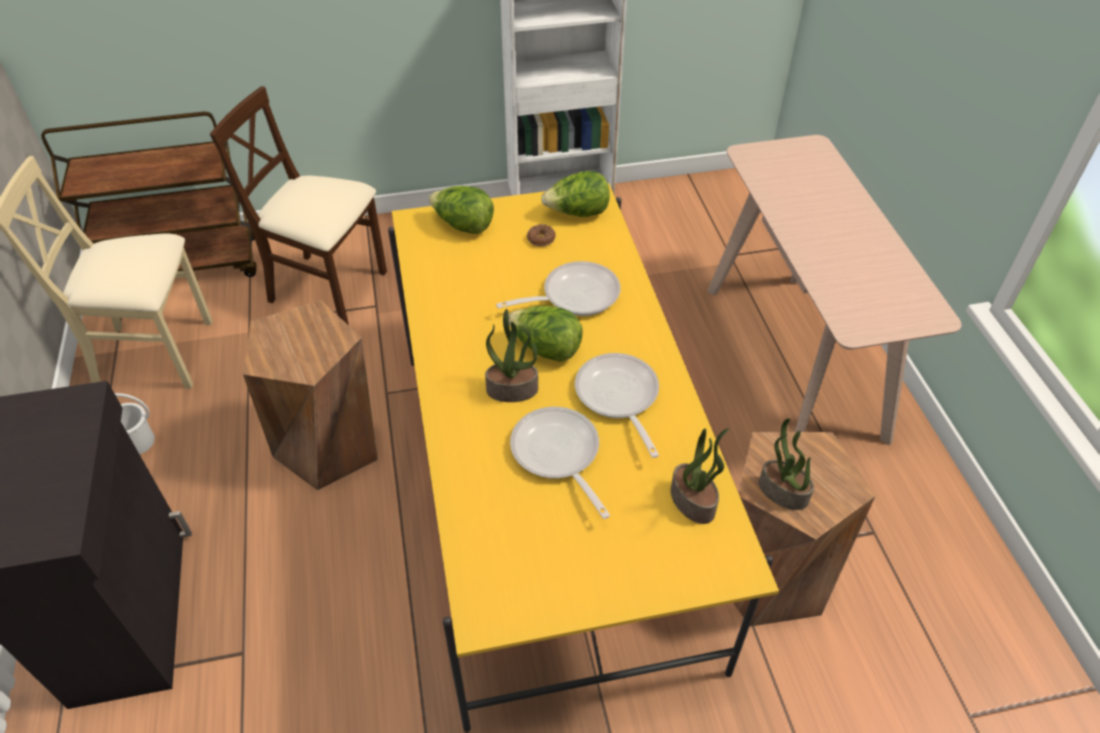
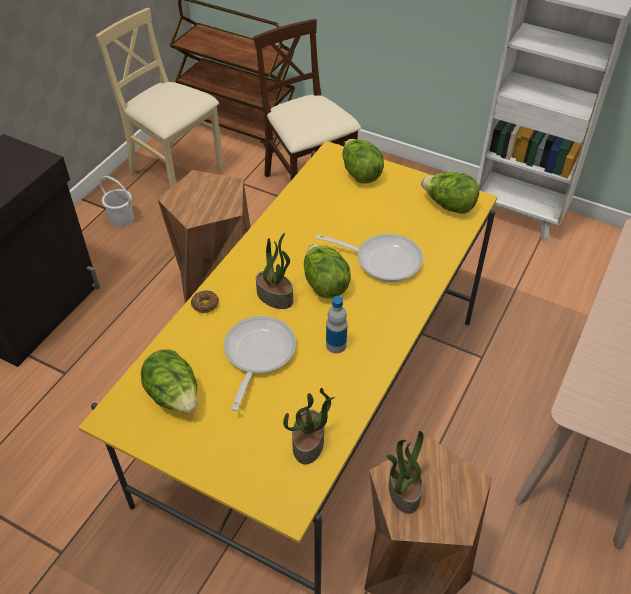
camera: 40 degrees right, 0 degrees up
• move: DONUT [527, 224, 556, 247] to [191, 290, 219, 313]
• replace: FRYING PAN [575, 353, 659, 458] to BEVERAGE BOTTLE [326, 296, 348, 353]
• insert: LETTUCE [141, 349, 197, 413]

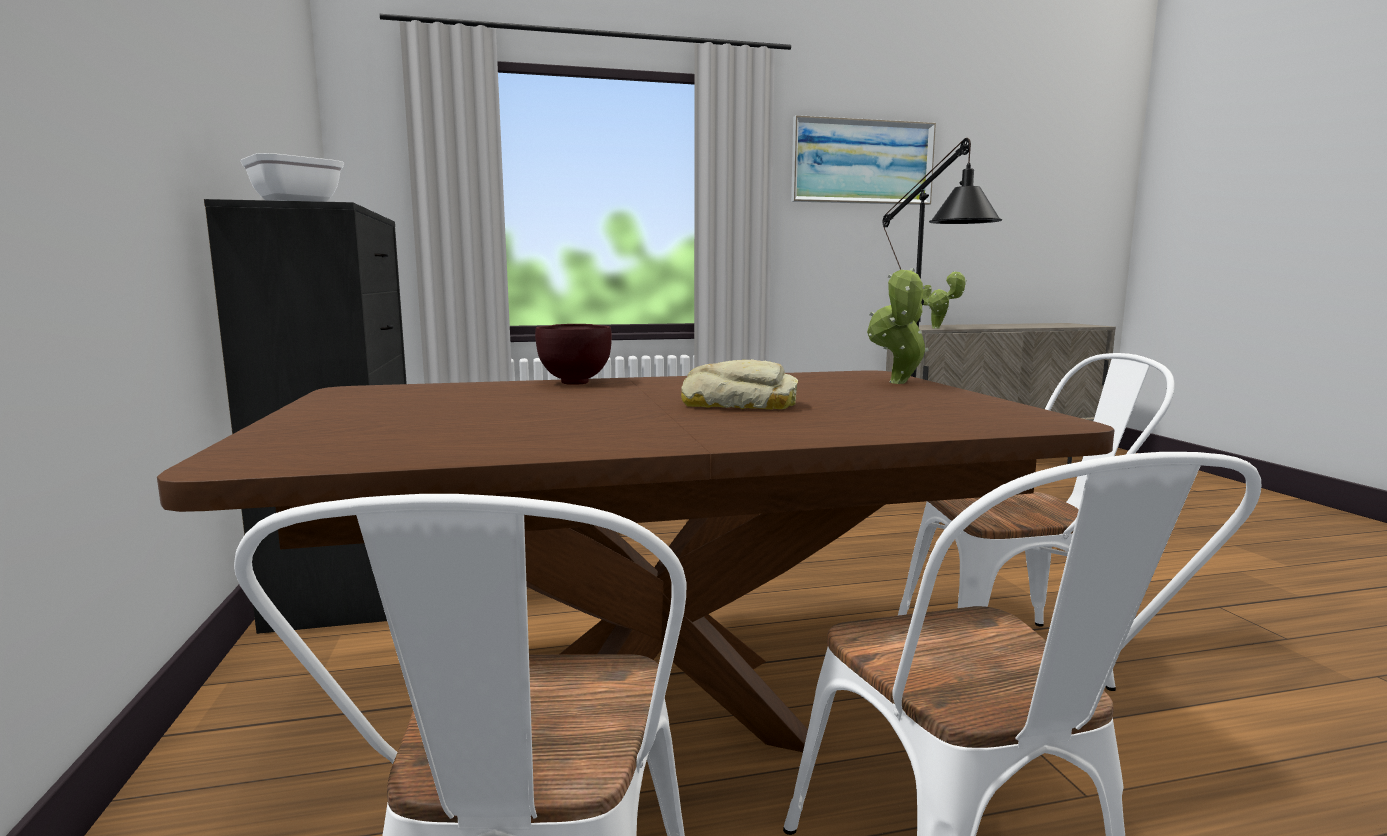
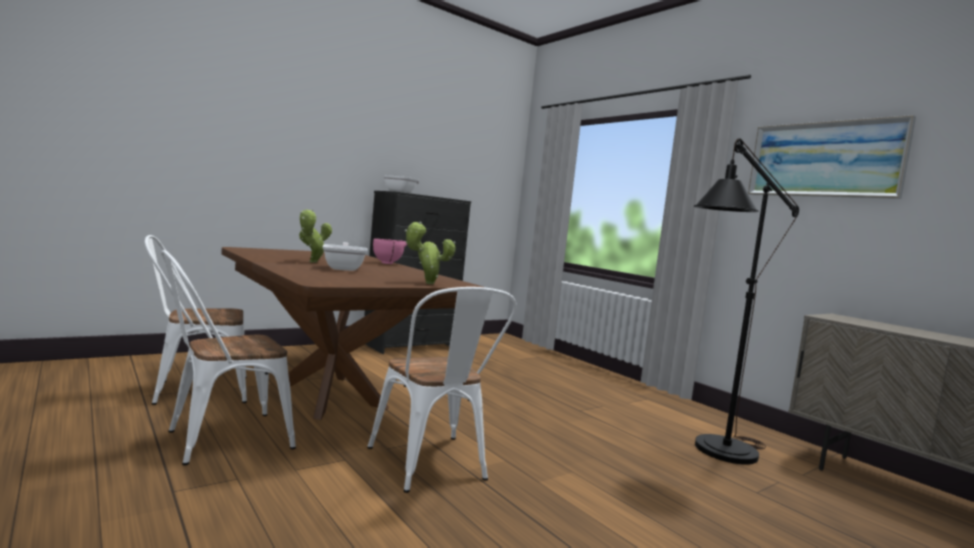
camera: 65 degrees right, 5 degrees down
• recolor: BROWNISH DEEP DISH [535, 324, 612, 385] to PINK-COLOURED DEEP DISH [373, 239, 407, 264]
• replace: BAKERY BREAD [681, 359, 798, 410] to FRYING PAN [322, 242, 368, 271]
• move: HOUSEPLANT [923, 271, 967, 329] to [299, 209, 332, 263]

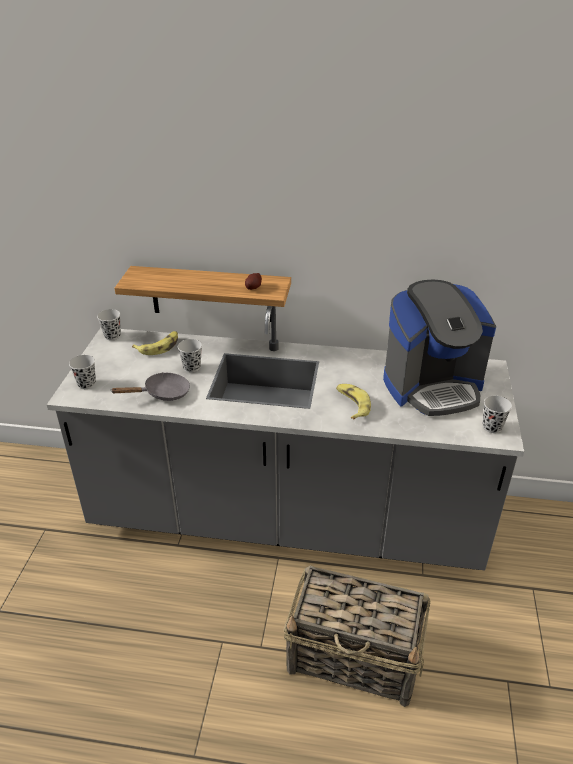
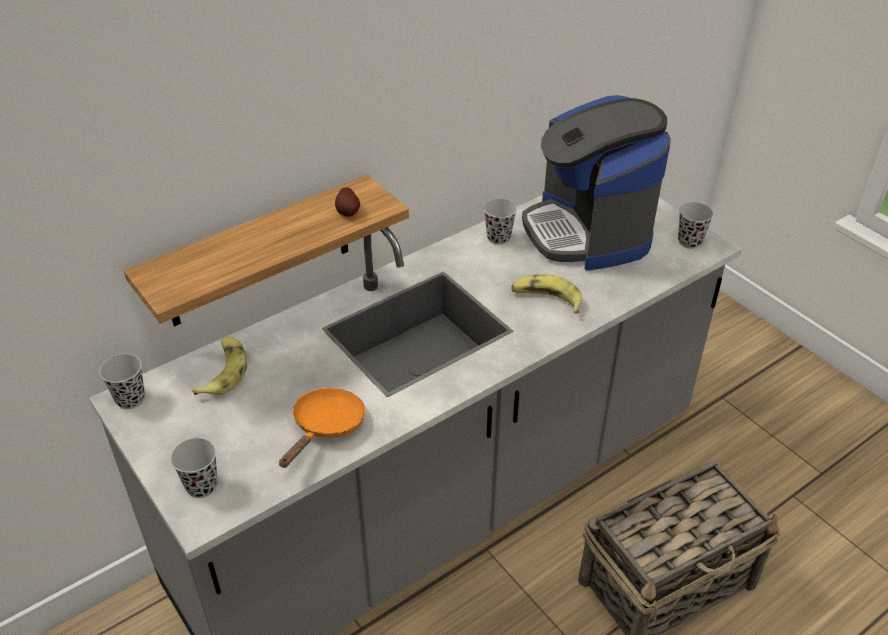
camera: 45 degrees left, 5 degrees up
• recolor: GREYISH FRYING PAN [110, 372, 190, 401] to ORANGE FRYING PAN [279, 388, 365, 468]
• move: BLACKISH DRINKING CUP [178, 339, 202, 373] to [484, 198, 517, 245]
• rotate: COFFEE BREWER [383, 279, 496, 416] = [522, 95, 671, 271] 135 degrees clockwise

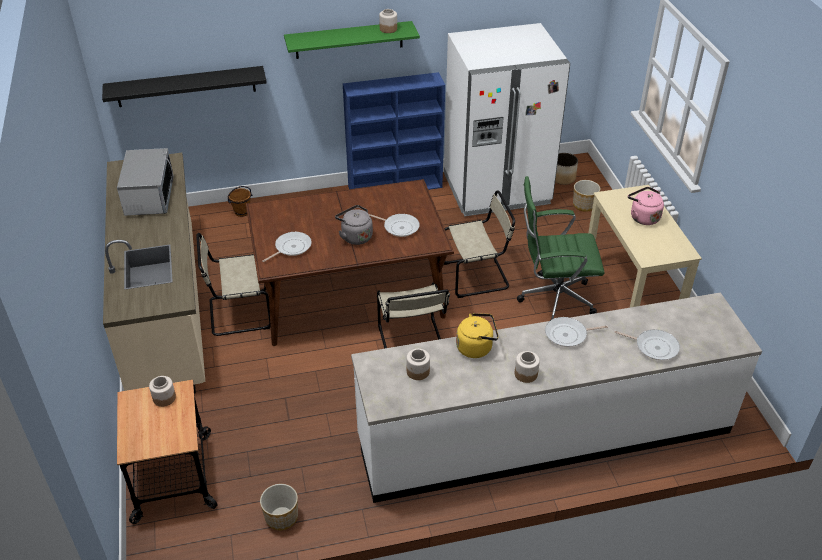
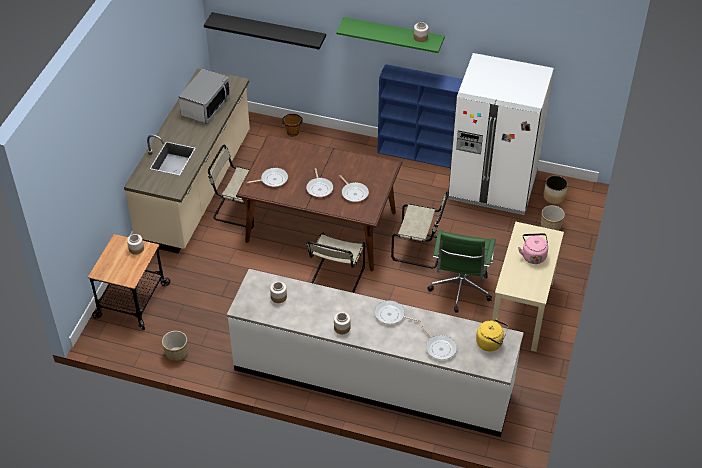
camera: 30 degrees right, 5 degrees up
• replace: GREYISH TEA KETTLE [335, 205, 373, 245] to FRYING PAN [306, 168, 333, 197]
• move: YELLOW-COLOURED TEA KETTLE [456, 313, 499, 358] to [476, 319, 509, 351]
• rotate: GREENISH DESK CHAIR [517, 176, 604, 320] = [427, 230, 496, 313] 105 degrees counterclockwise

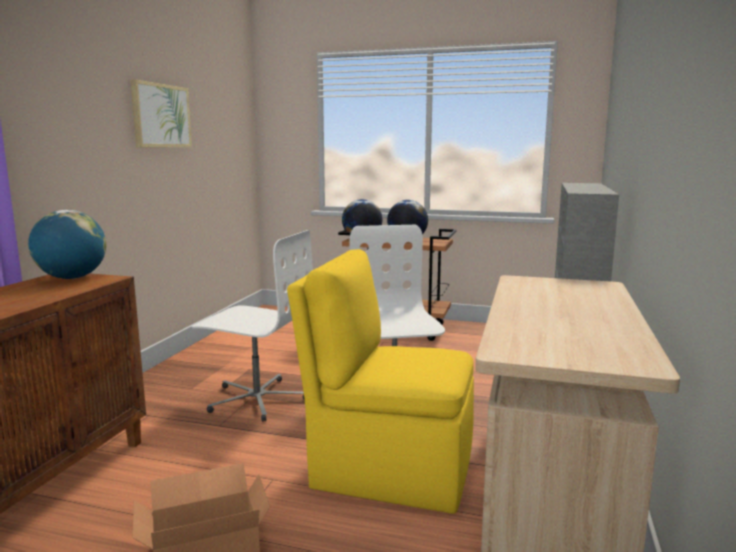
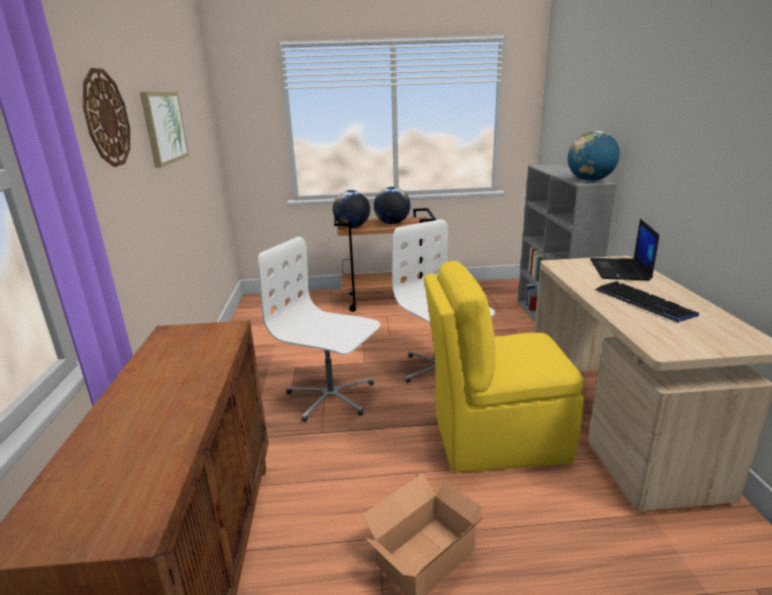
camera: 20 degrees left, 10 degrees up
• move: GLOBE [28, 210, 106, 279] to [568, 131, 620, 181]
• rotate: WHITISH DESK CHAIR [192, 230, 313, 422] = [258, 236, 380, 422] 150 degrees counterclockwise
• insert: WALL CLOCK [83, 68, 130, 167]
• insert: NOTEBOOK COMPUTER [590, 219, 659, 280]
• insert: COMPUTER KEYBOARD [595, 281, 699, 322]

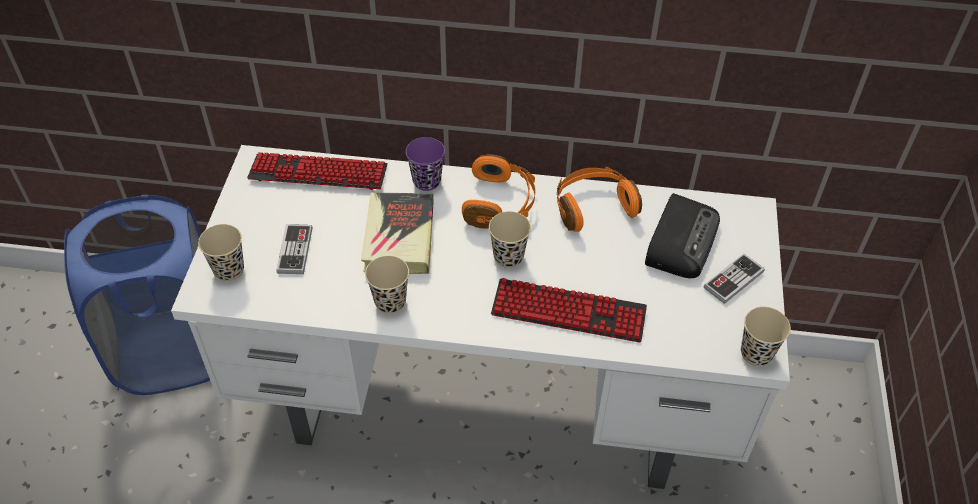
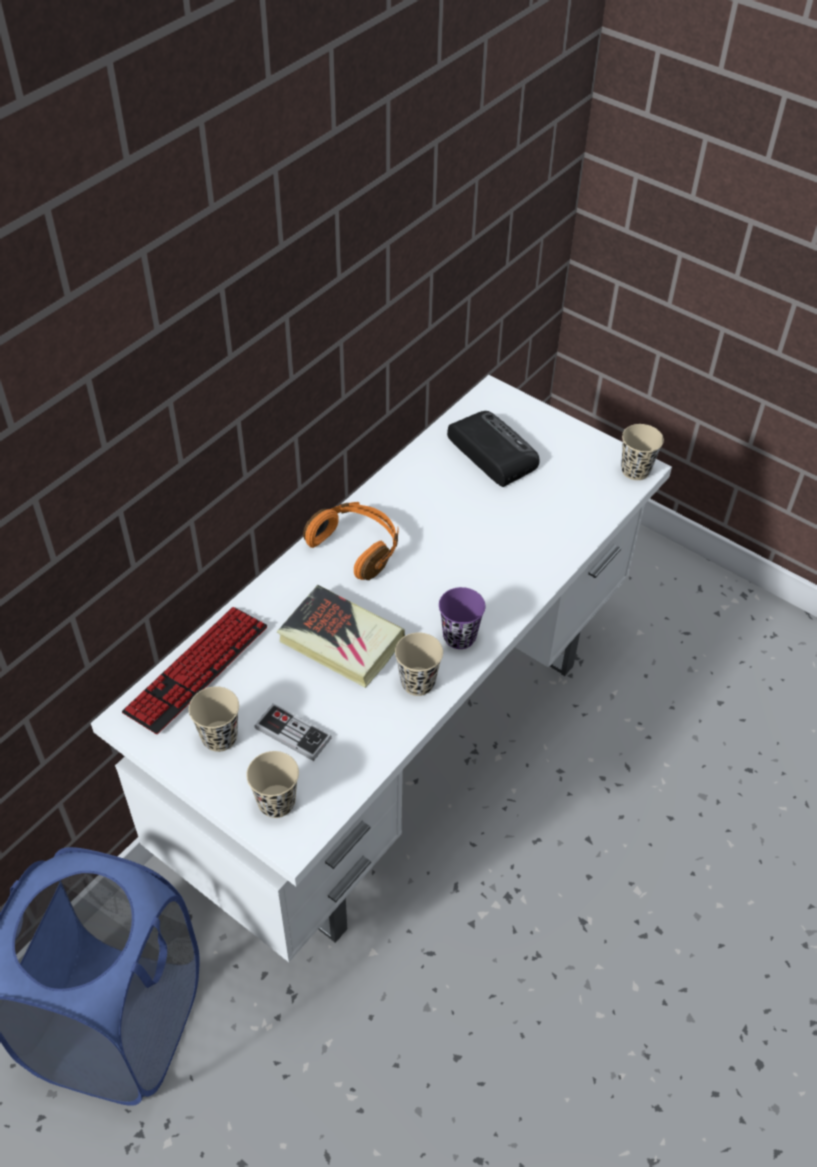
camera: 60 degrees left, 0 degrees up
• move: PURPLE-COLOURED DRINKING CUP [406, 137, 445, 191] to [439, 587, 485, 649]
• move: BEIGE-COLOURED DRINKING CUP [489, 211, 531, 268] to [189, 686, 239, 752]
• delete: COMPUTER KEYBOARD [491, 278, 647, 343]
• delete: ORANGE PAIR OF HEADPHONES [557, 167, 642, 232]
• delete: JOYPAD [703, 254, 765, 304]

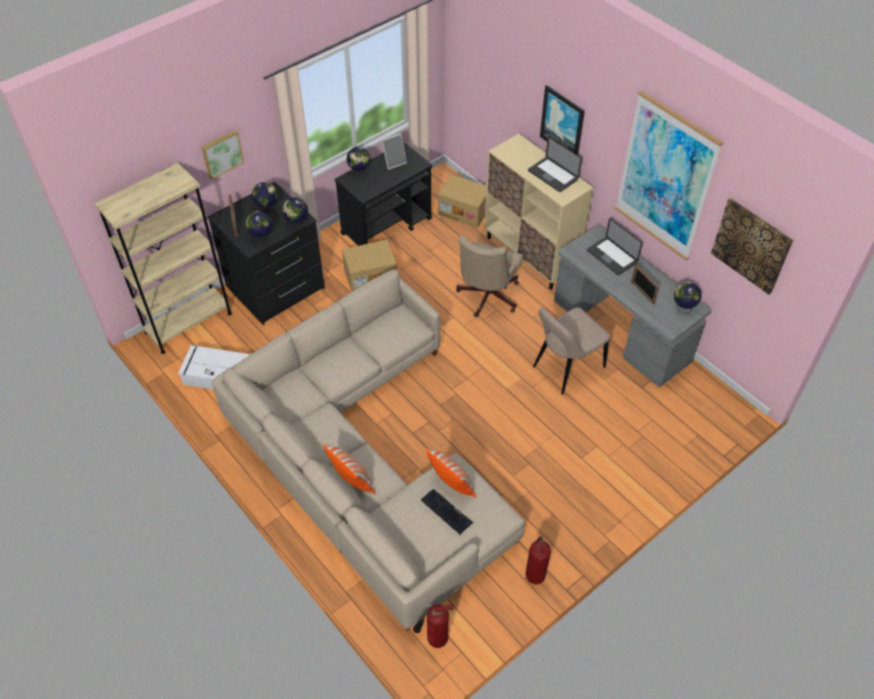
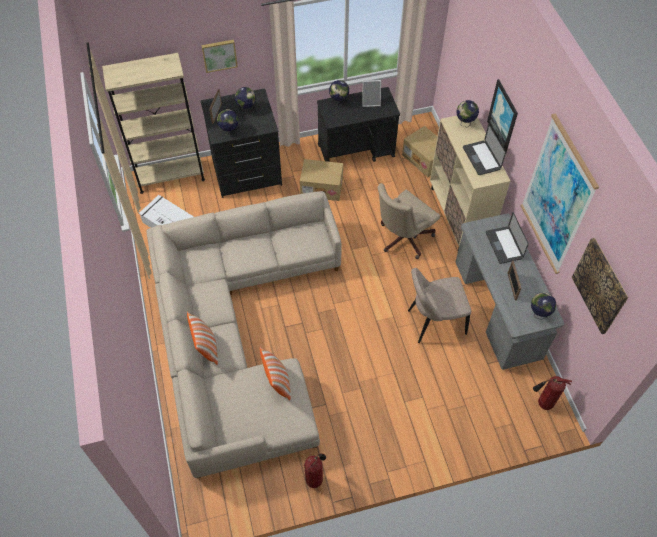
camera: 25 degrees right, 5 degrees up
• move: GLOBE [282, 197, 308, 228] to [456, 100, 479, 127]
• move: EXTINGUISHER [413, 604, 453, 648] to [533, 376, 572, 410]
• delete: COMPUTER KEYBOARD [421, 489, 473, 535]

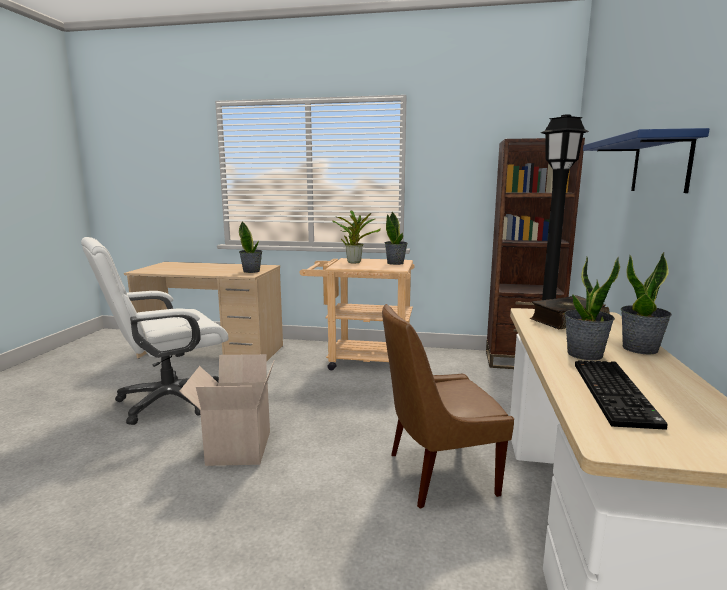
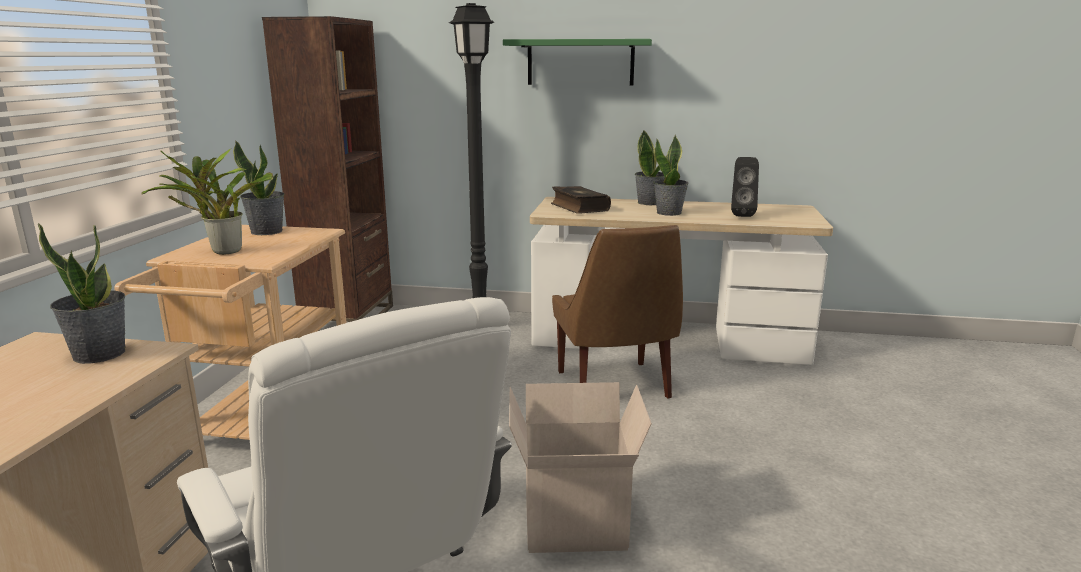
camera: 90 degrees left, 5 degrees up
• replace: COMPUTER KEYBOARD [575, 360, 668, 430] to BLACKISH LOUDSPEAKER [731, 157, 759, 217]
• recolor: BLUISH SHELF [583, 128, 710, 193] to GREENISH SHELF [503, 39, 652, 86]

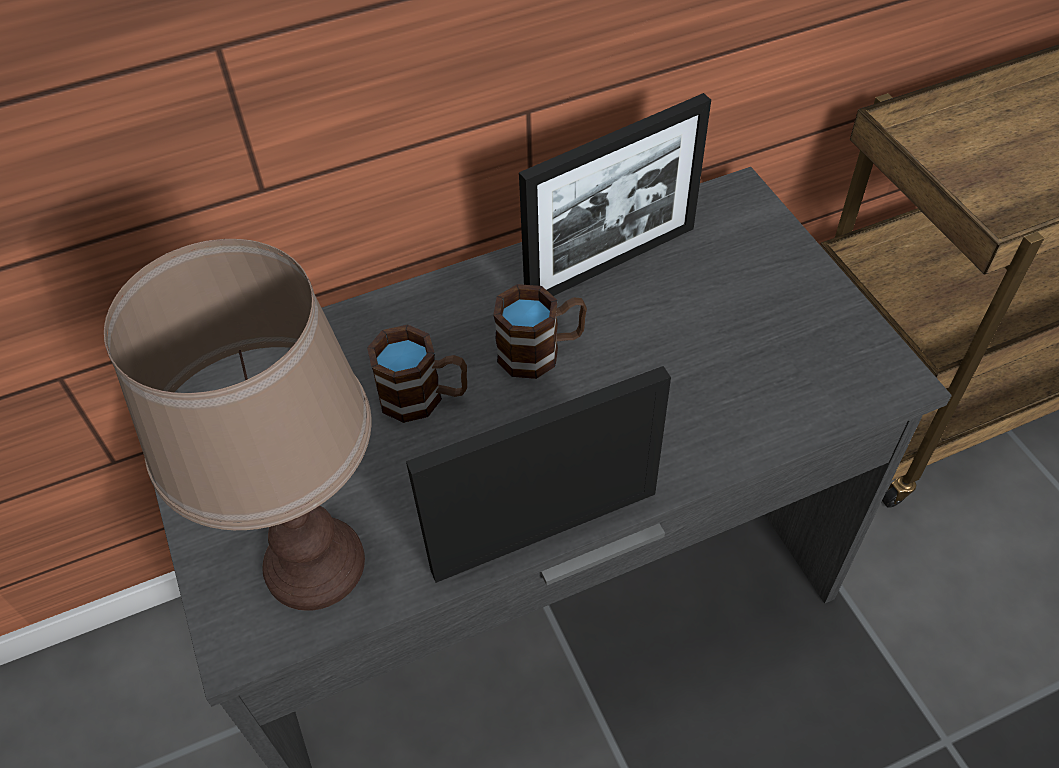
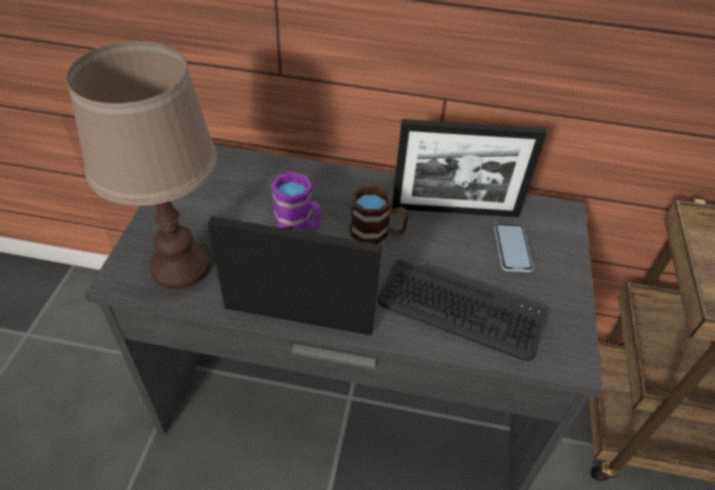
camera: 30 degrees right, 5 degrees down
• recolor: BROWNISH COFFEE MUG [367, 324, 467, 423] to PURPLE-COLOURED COFFEE MUG [271, 172, 321, 231]
• insert: COMPUTER KEYBOARD [378, 259, 548, 361]
• insert: HANDSET [494, 223, 534, 272]

